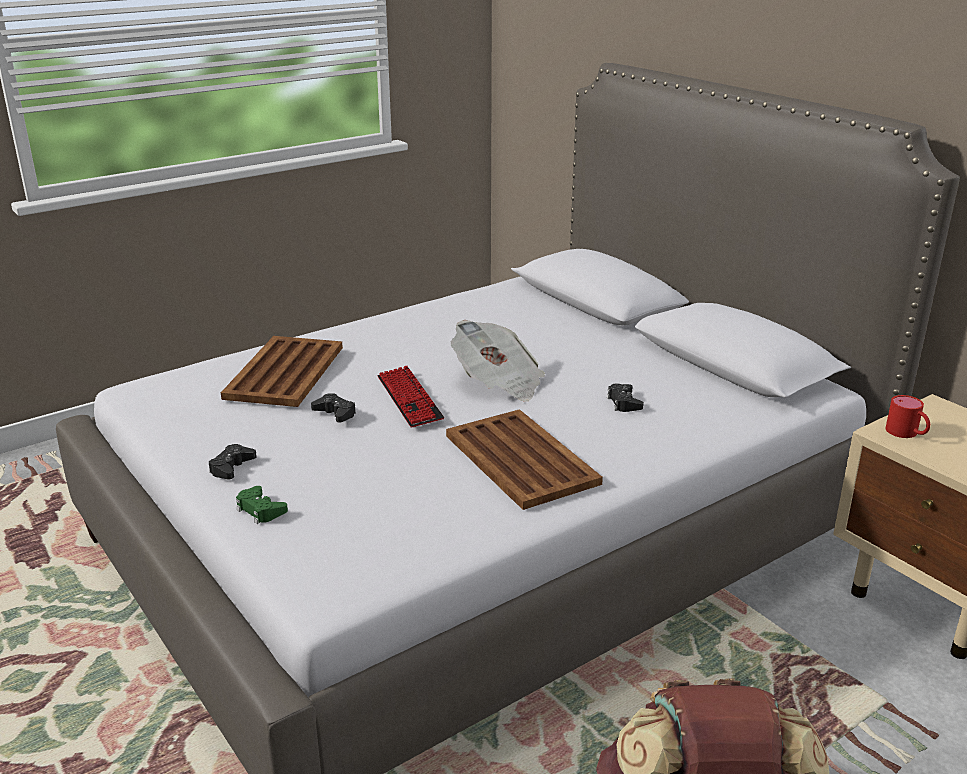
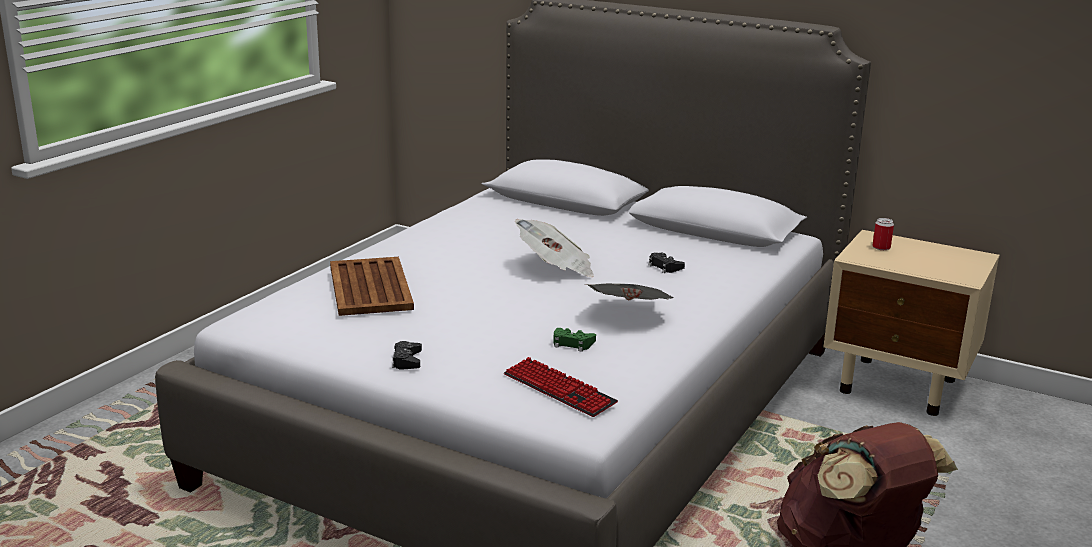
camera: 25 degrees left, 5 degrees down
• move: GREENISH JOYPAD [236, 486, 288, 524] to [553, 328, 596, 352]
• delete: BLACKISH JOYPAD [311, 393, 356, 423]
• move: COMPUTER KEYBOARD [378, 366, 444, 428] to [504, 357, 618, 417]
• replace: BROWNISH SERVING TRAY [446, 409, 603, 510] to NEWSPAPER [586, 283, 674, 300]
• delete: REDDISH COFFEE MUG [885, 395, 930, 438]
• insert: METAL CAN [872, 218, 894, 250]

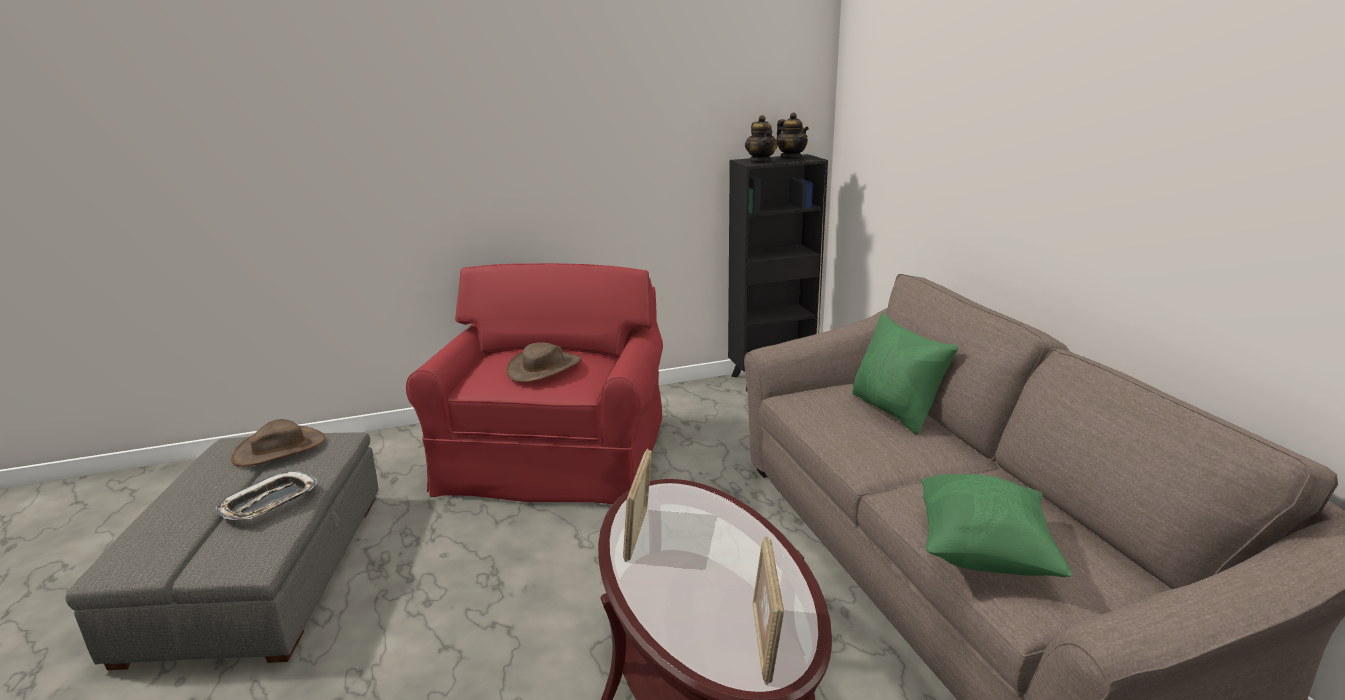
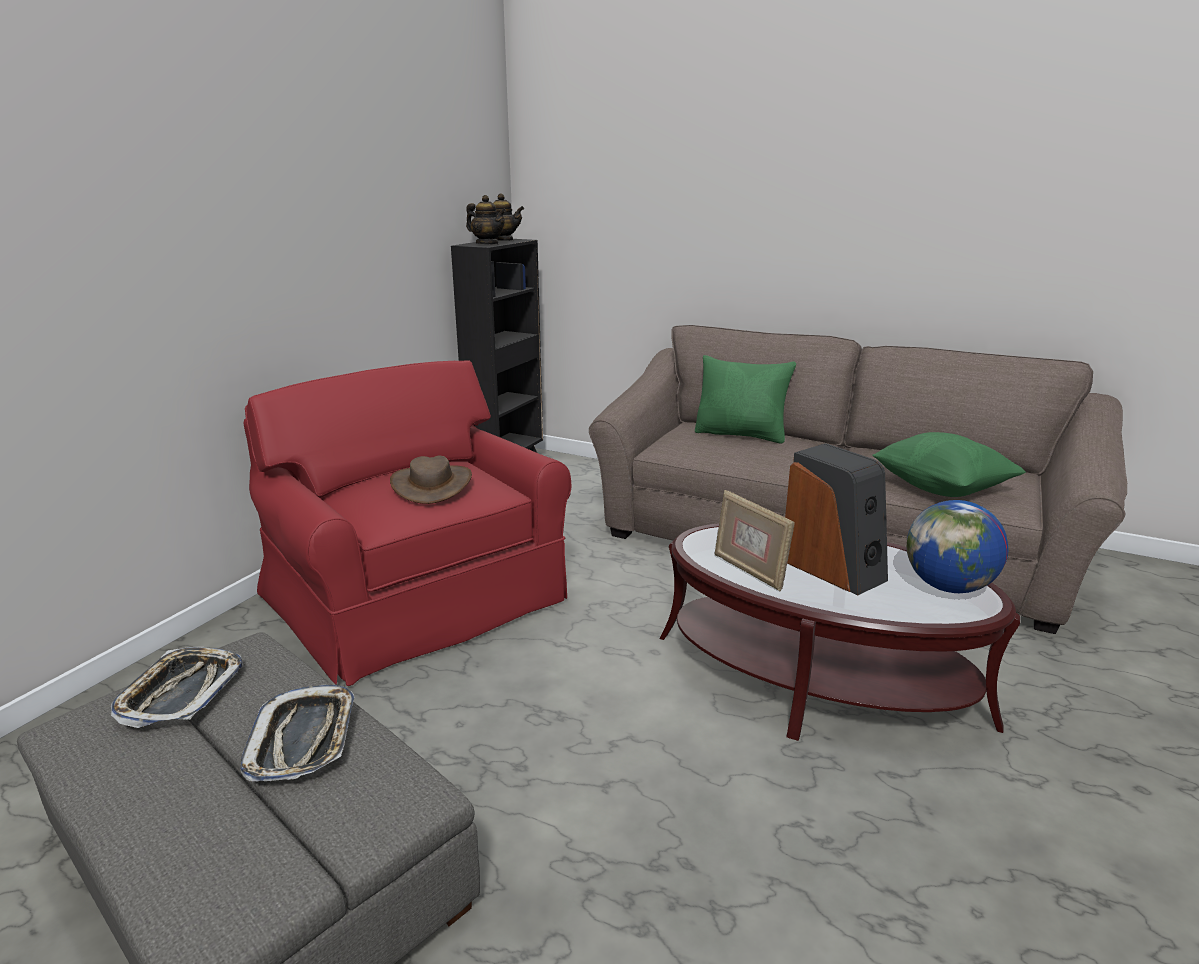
camera: 45 degrees left, 0 degrees up
• replace: BROWNISH WEARABLE HAT [231, 419, 326, 467] to SERVING TRAY [111, 647, 243, 728]
• replace: PICTURE FRAME [753, 536, 784, 685] to GLOBE [907, 500, 1008, 593]
• insert: LOUDSPEAKER [785, 443, 888, 595]

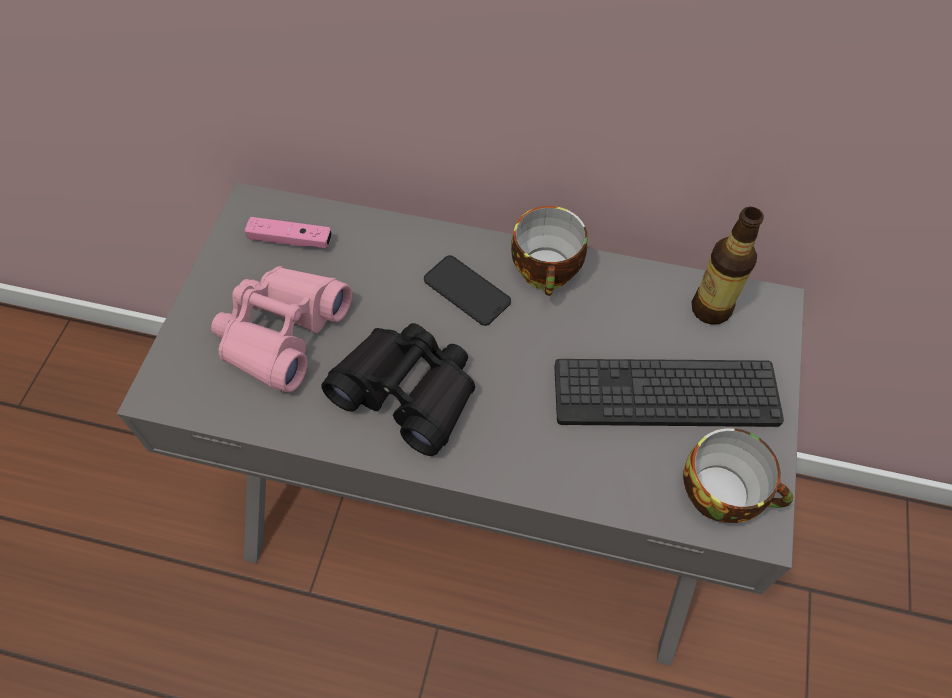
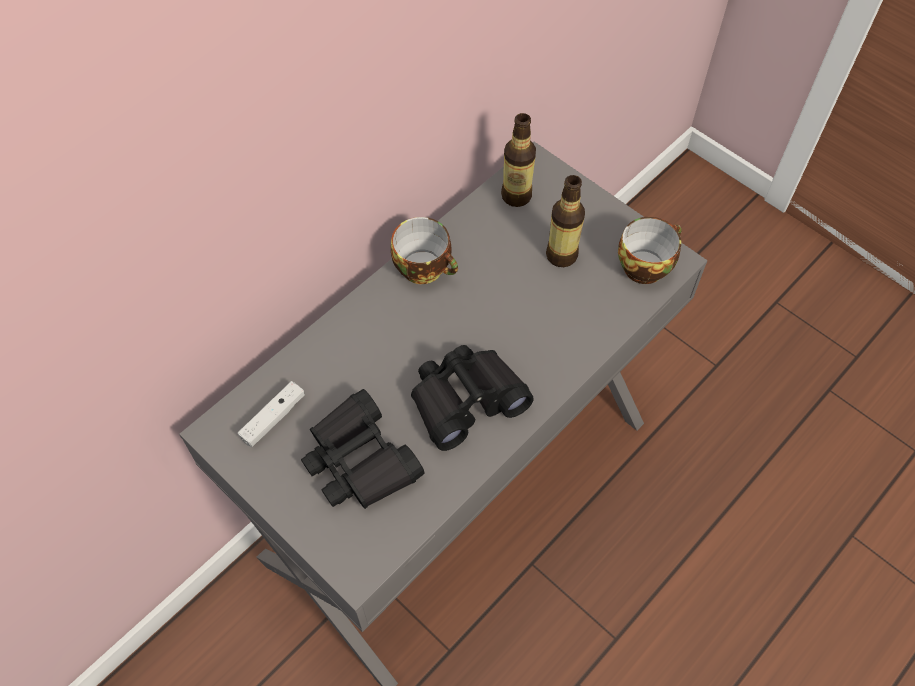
camera: 60 degrees left, 0 degrees up
• recolor: PINK-COLOURED BINOCULARS [211, 266, 352, 393] to BLACKISH BINOCULARS [301, 389, 424, 509]
• recolor: PINK-COLOURED JOYPAD [245, 217, 332, 248] to WHITISH JOYPAD [238, 381, 305, 447]
• delete: HANDSET [424, 255, 511, 326]
• replace: COMPUTER KEYBOARD [554, 359, 784, 427] to BEVERAGE BOTTLE [546, 175, 585, 267]

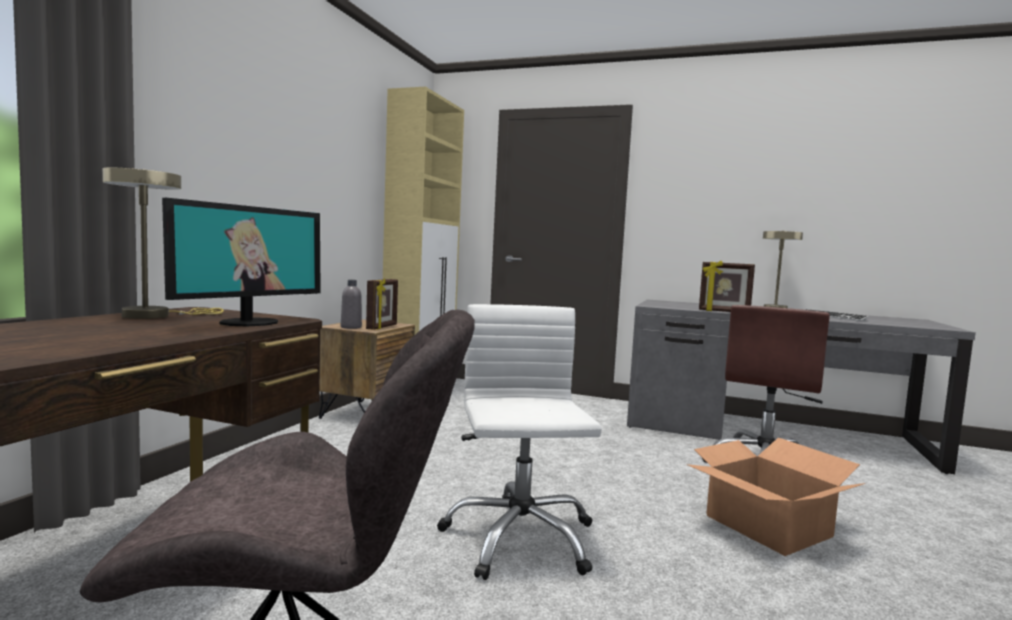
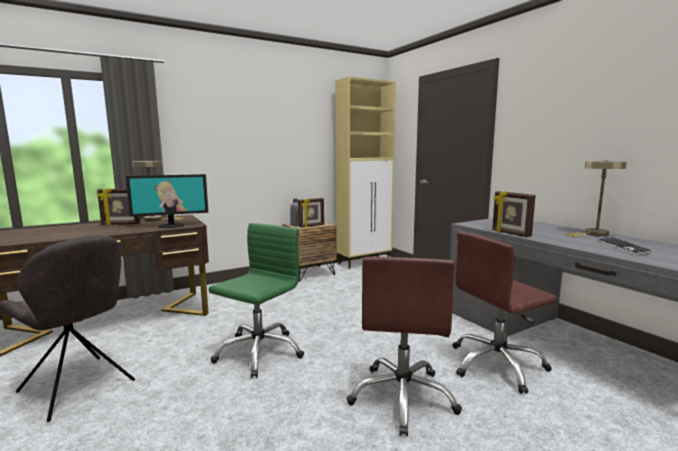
camera: 40 degrees right, 5 degrees up
• recolor: WHITISH DESK CHAIR [437, 304, 602, 580] to GREENISH DESK CHAIR [209, 223, 304, 378]
• replace: CARDBOARD BOX [687, 438, 865, 556] to BROWNISH DESK CHAIR [346, 257, 462, 436]
• insert: PICTURE FRAME [97, 188, 141, 225]

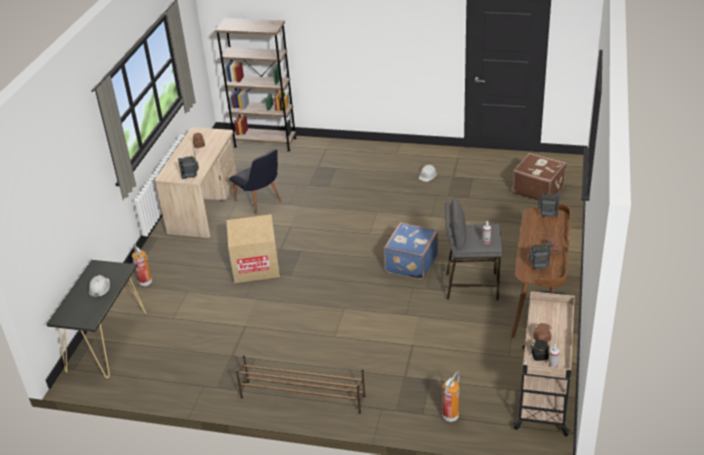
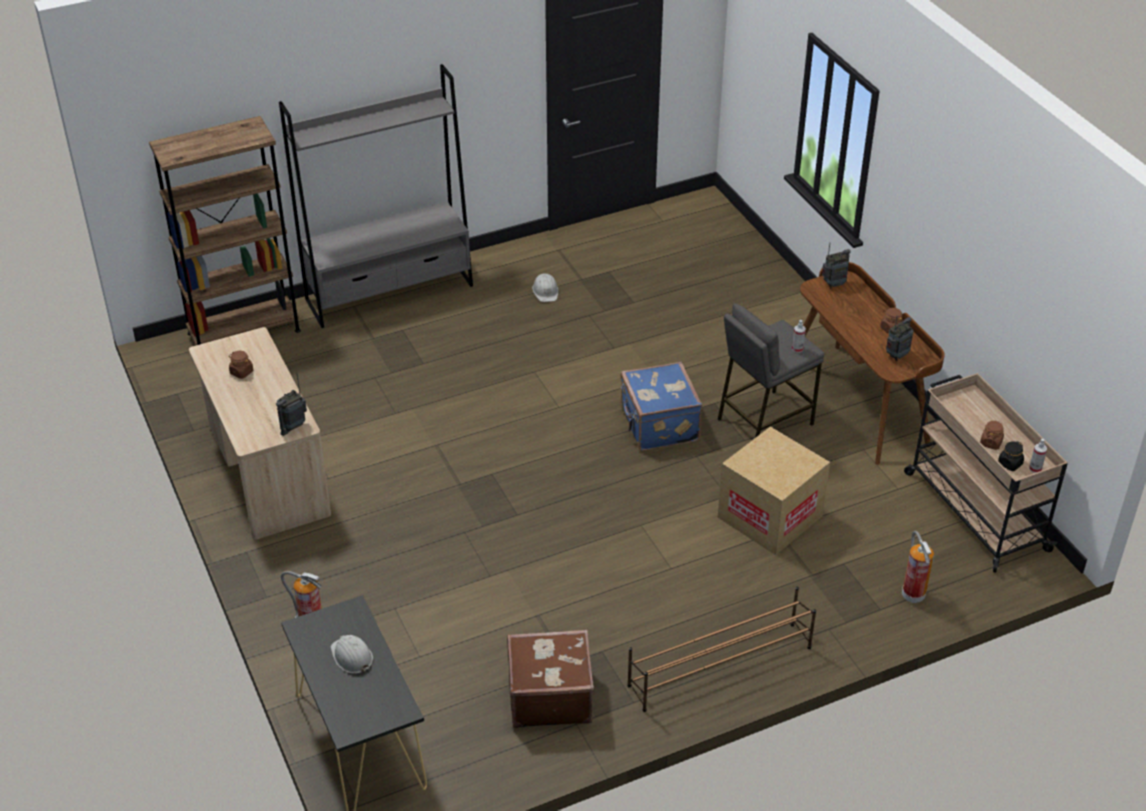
camera: 40 degrees left, 5 degrees up
• move: CARDBOARD BOX [226, 214, 280, 283] to [718, 427, 830, 555]
• delete: BLACKISH PLAIN CHAIR [229, 150, 281, 215]
• move: BROWNISH PIECE OF LUGGAGE [513, 153, 567, 200] to [507, 630, 594, 728]
• insert: GREYISH BOOKSHELF [279, 64, 473, 328]

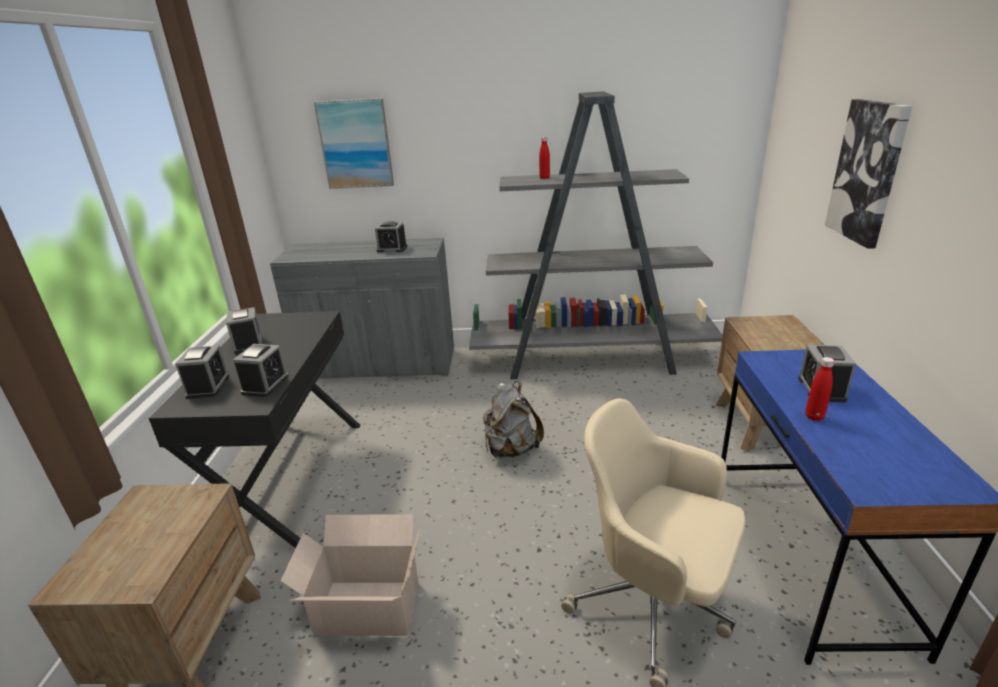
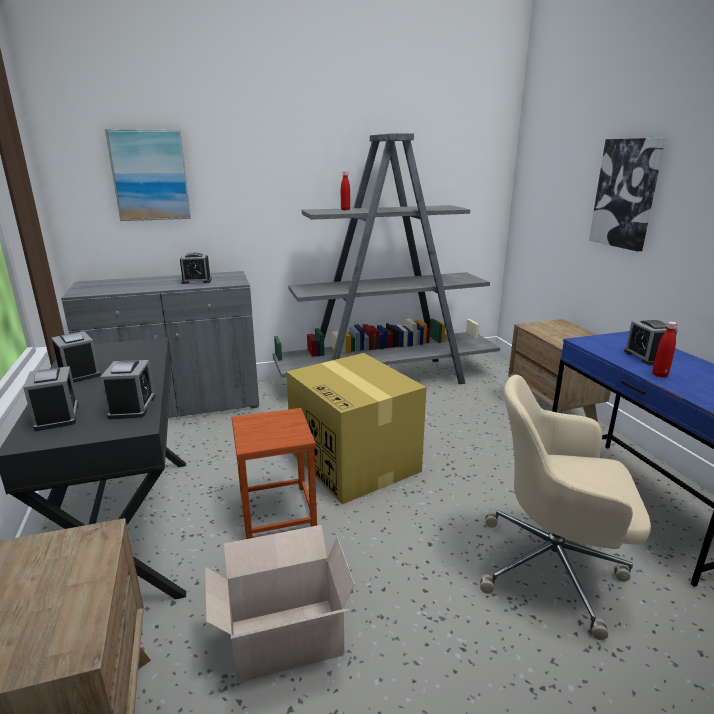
camera: 20 degrees left, 5 degrees down
• replace: GREYISH BACKPACK [483, 381, 544, 458] to CARDBOARD BOX [286, 353, 427, 504]
• insert: BROWNISH STOOL SEAT [232, 408, 317, 539]

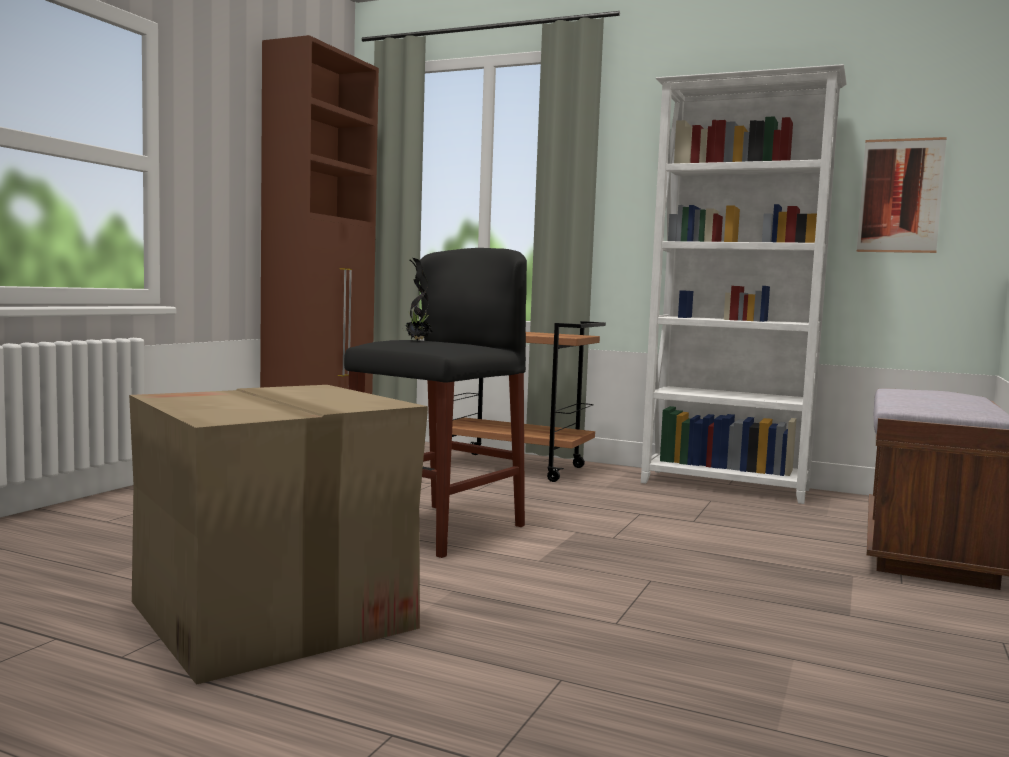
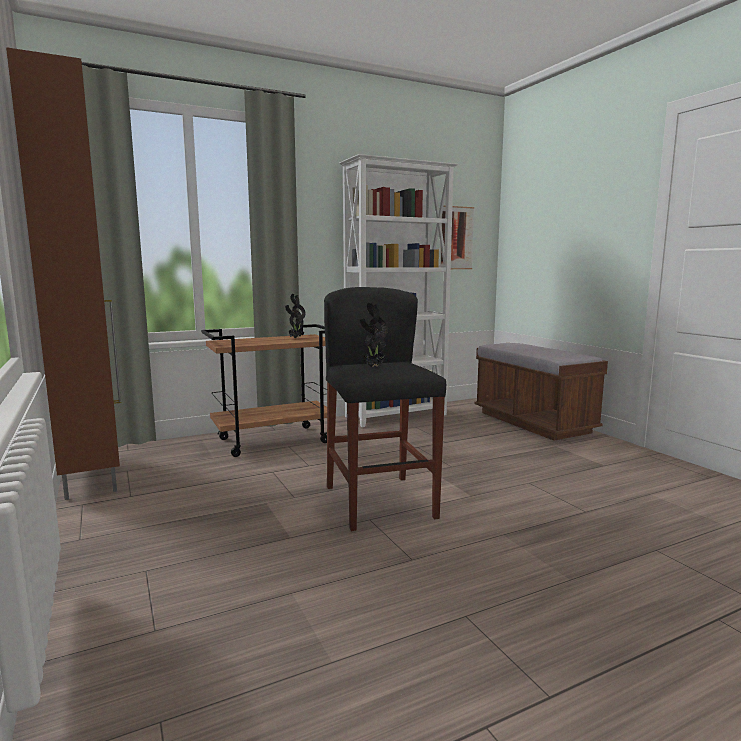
camera: 50 degrees left, 5 degrees up
• delete: CARDBOARD BOX [129, 385, 428, 685]
• insert: HOUSEPLANT [285, 294, 305, 338]

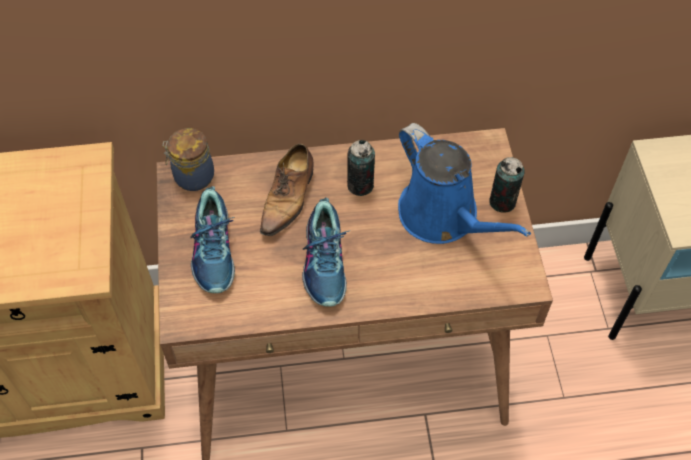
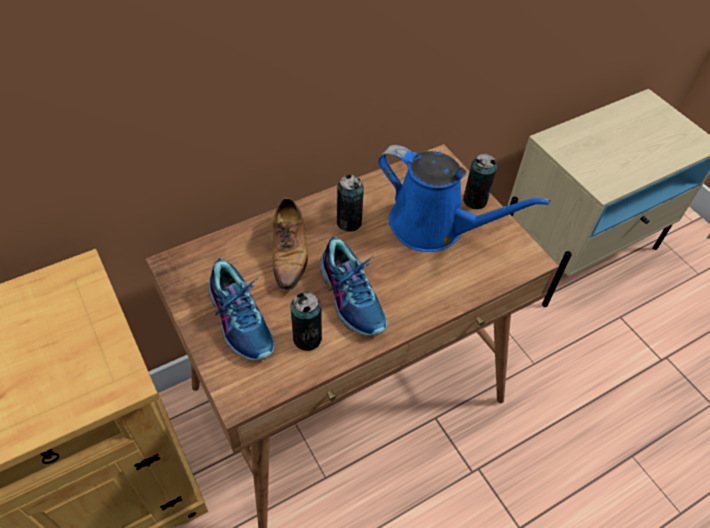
camera: 25 degrees left, 5 degrees down
• delete: JAR [163, 128, 214, 191]
• insert: METAL CAN [291, 292, 322, 351]

